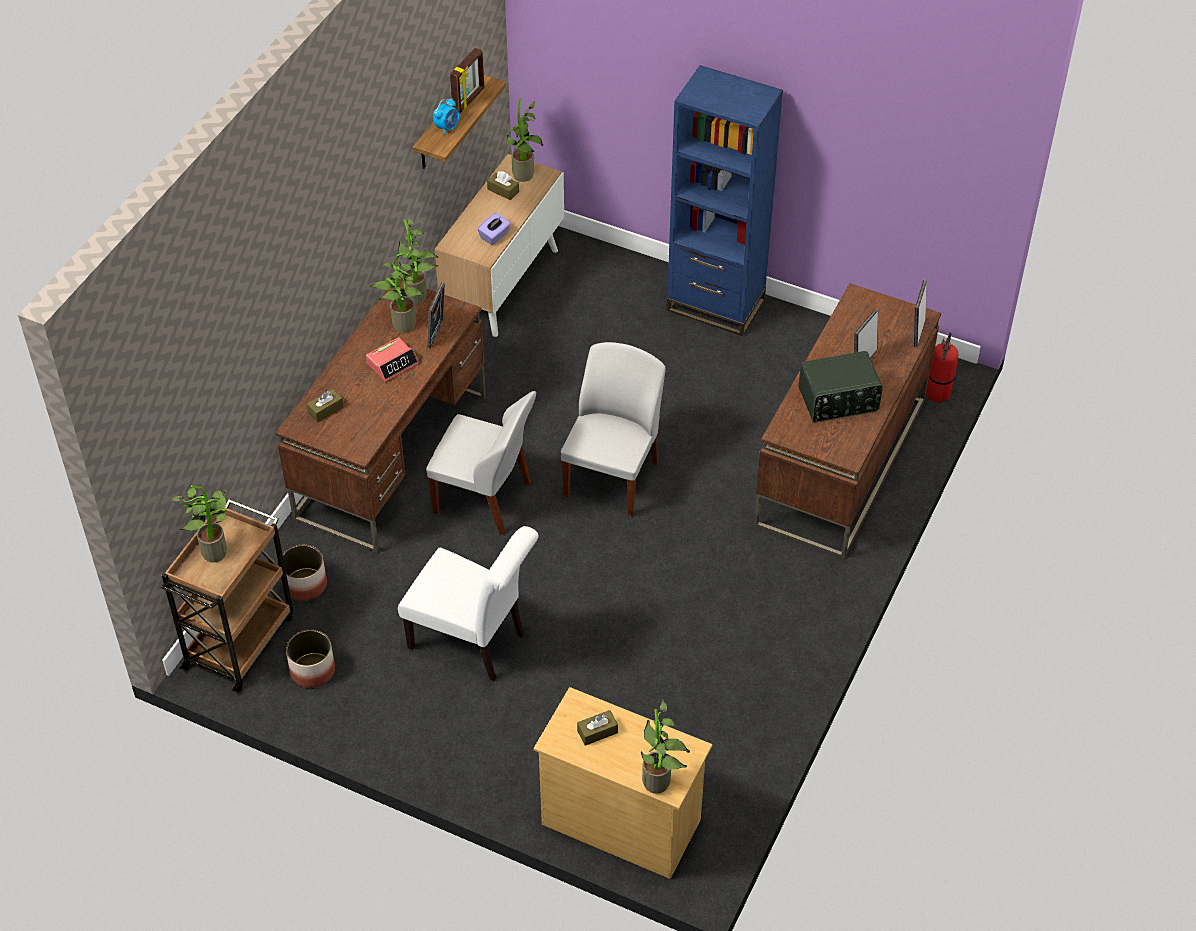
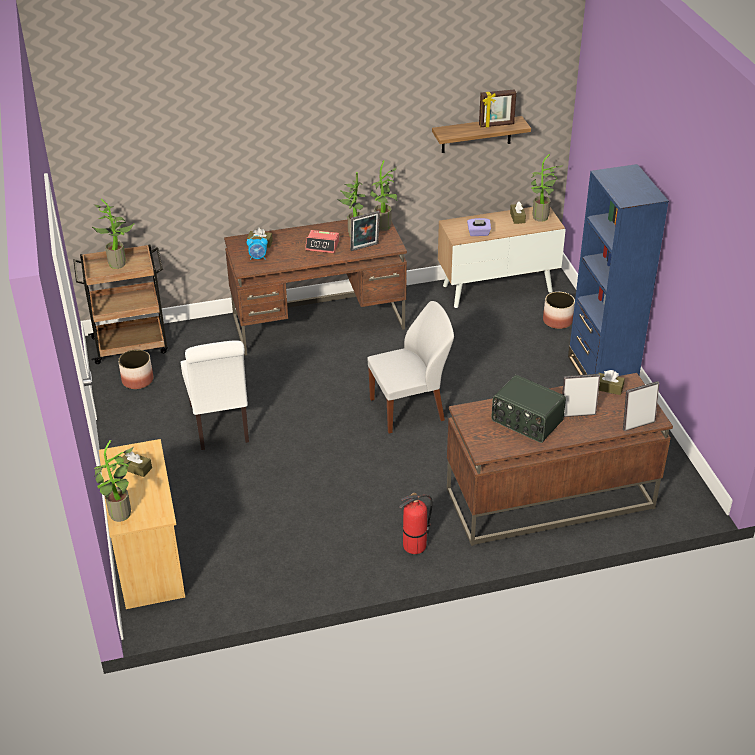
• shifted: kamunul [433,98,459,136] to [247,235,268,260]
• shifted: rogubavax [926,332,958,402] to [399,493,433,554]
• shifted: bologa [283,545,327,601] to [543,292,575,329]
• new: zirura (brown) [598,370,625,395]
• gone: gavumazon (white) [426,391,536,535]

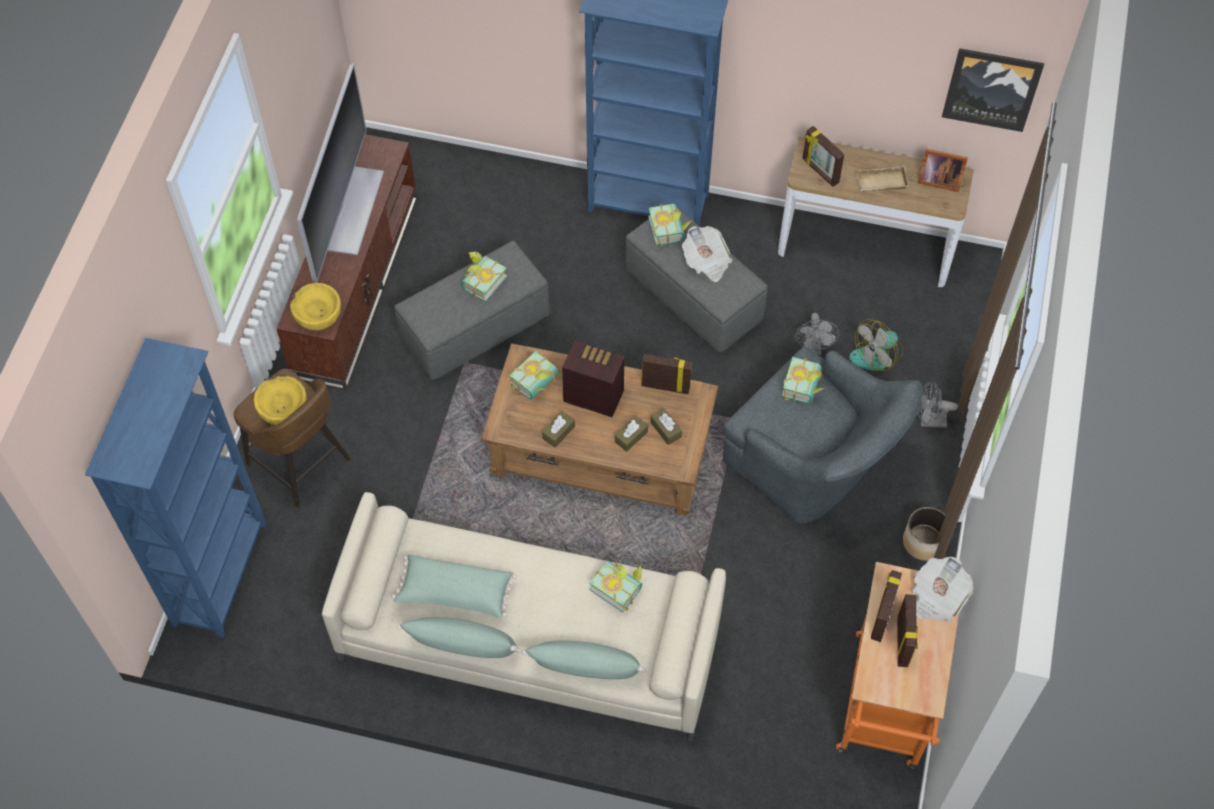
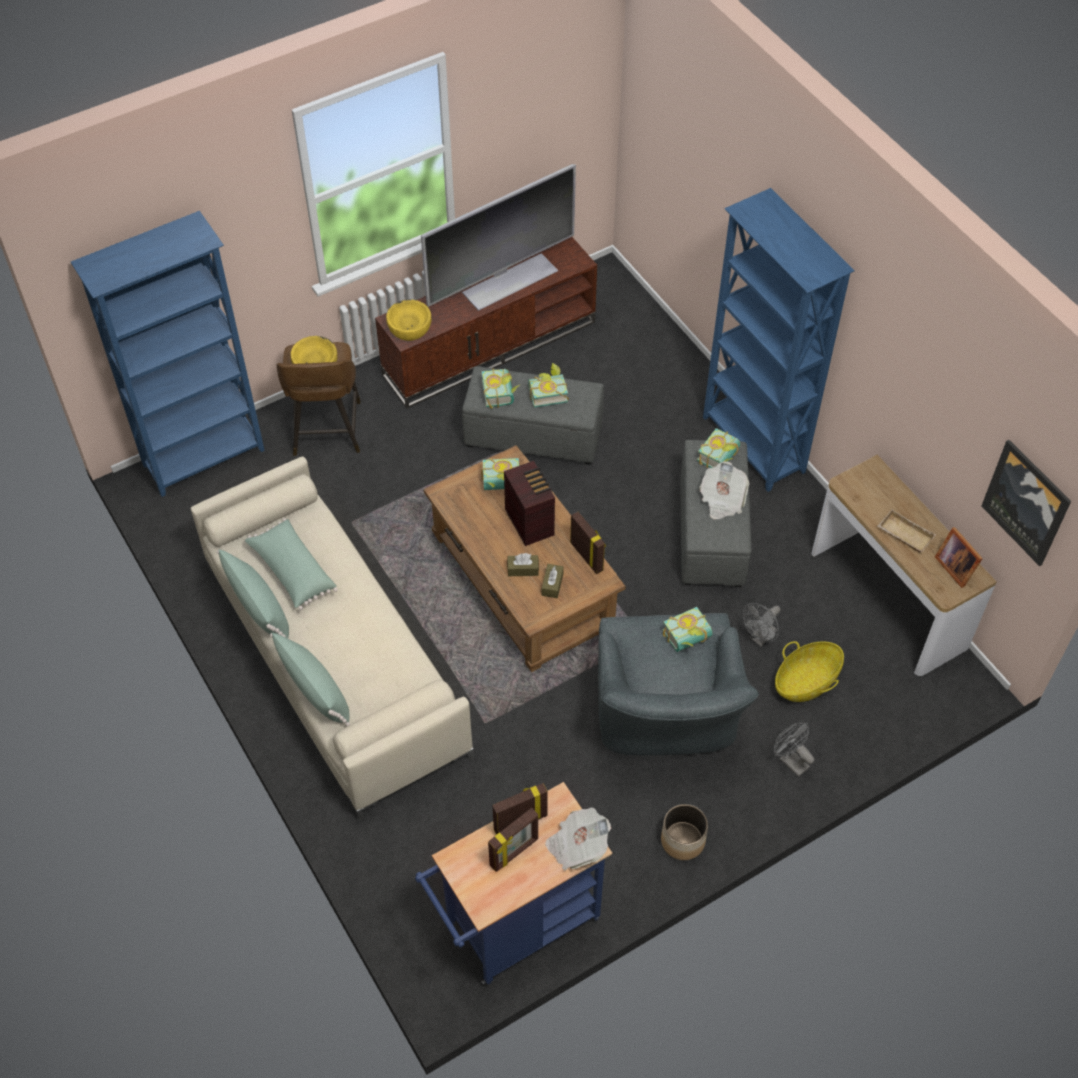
• repainted: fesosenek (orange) [836,562,959,768] to fesosenek (blue) [415,782,612,985]
• shifted: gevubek [589,561,642,613] to [482,368,519,409]
• swapped: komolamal [849,319,904,371] to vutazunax [775,641,844,702]
• gone: zirura (brown) [542,411,575,448]
• gone: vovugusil [803,126,844,187]

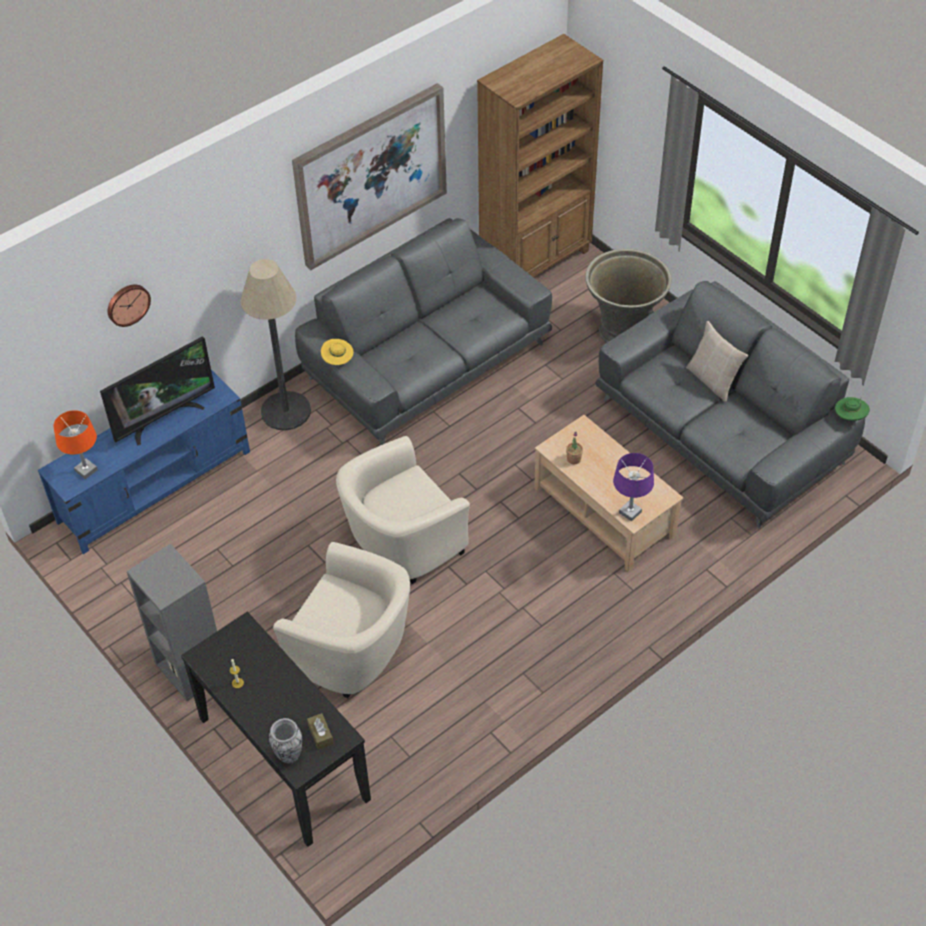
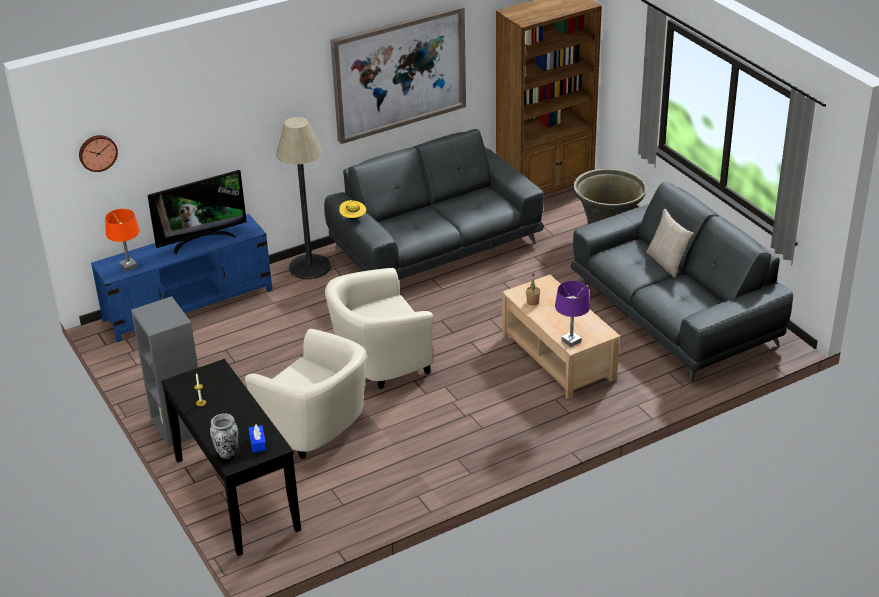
• shifted: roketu [108,284,151,327] to [79,135,118,172]
• repainted: zirura (brown) [307,713,333,750] to zirura (blue) [249,424,267,453]
• gone: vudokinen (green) [835,397,870,421]

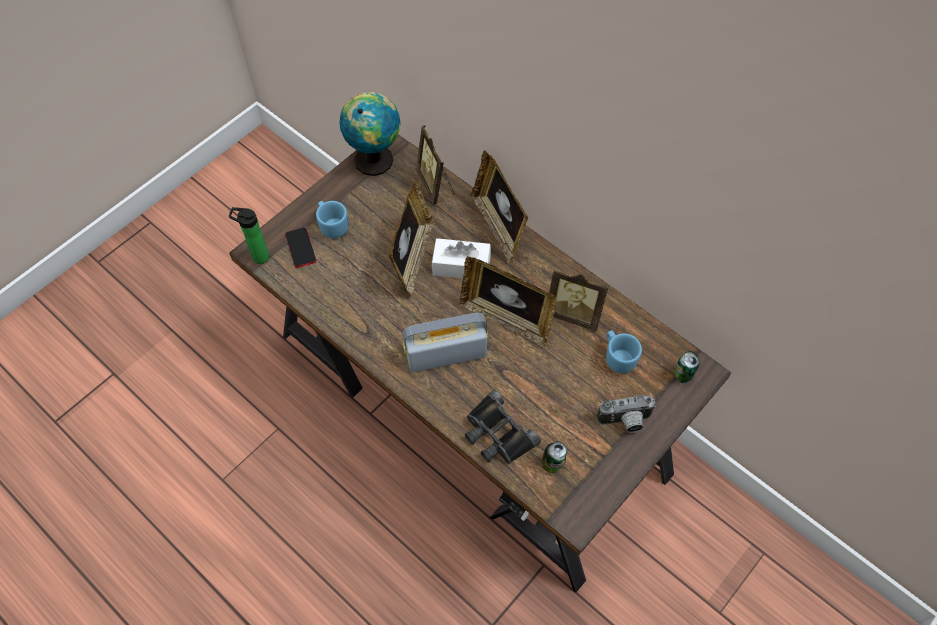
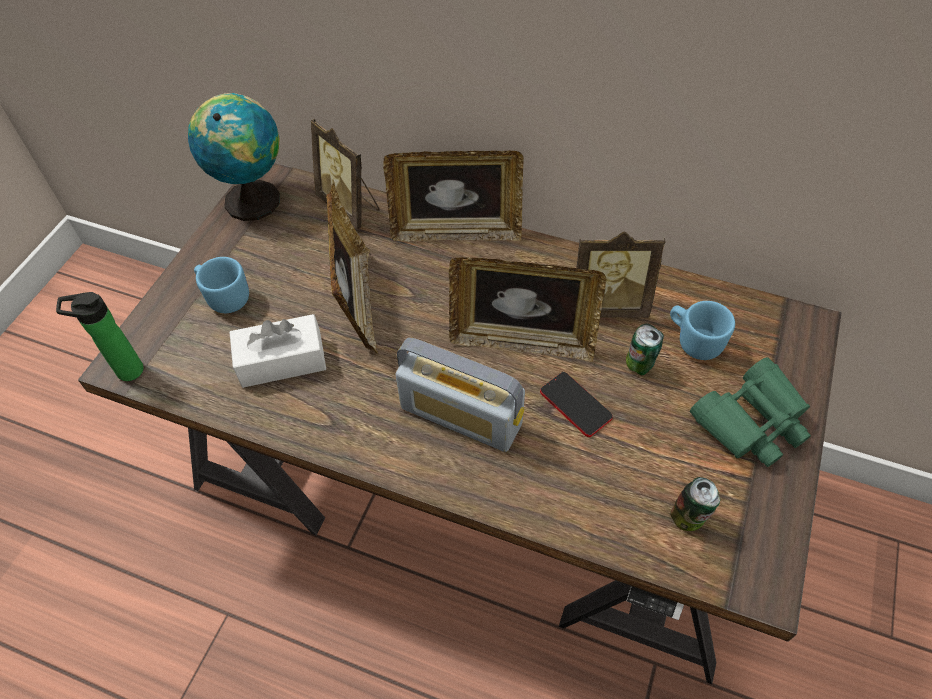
• shifted: zirura (white) [432,238,491,278] to [229,314,326,388]
• rotated: vovugusil [471,150,528,265] = [383,151,524,242] 45 degrees counterclockwise
• rotated: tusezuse [403,313,488,372] = [396,338,525,452] 120 degrees counterclockwise
• shifted: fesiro [285,227,316,268] to [540,372,613,437]
• shifted: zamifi [674,351,701,383] to [626,324,664,375]
• swapped: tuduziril [597,395,656,433] to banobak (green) [690,357,811,467]
• gone: banobak (black) [465,390,541,464]

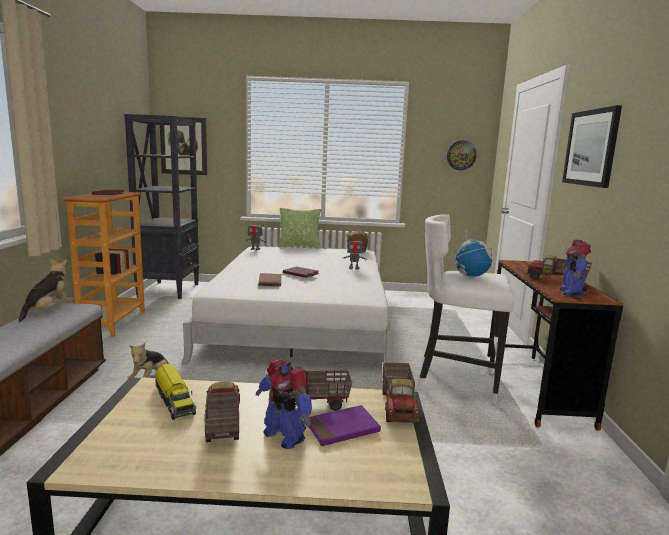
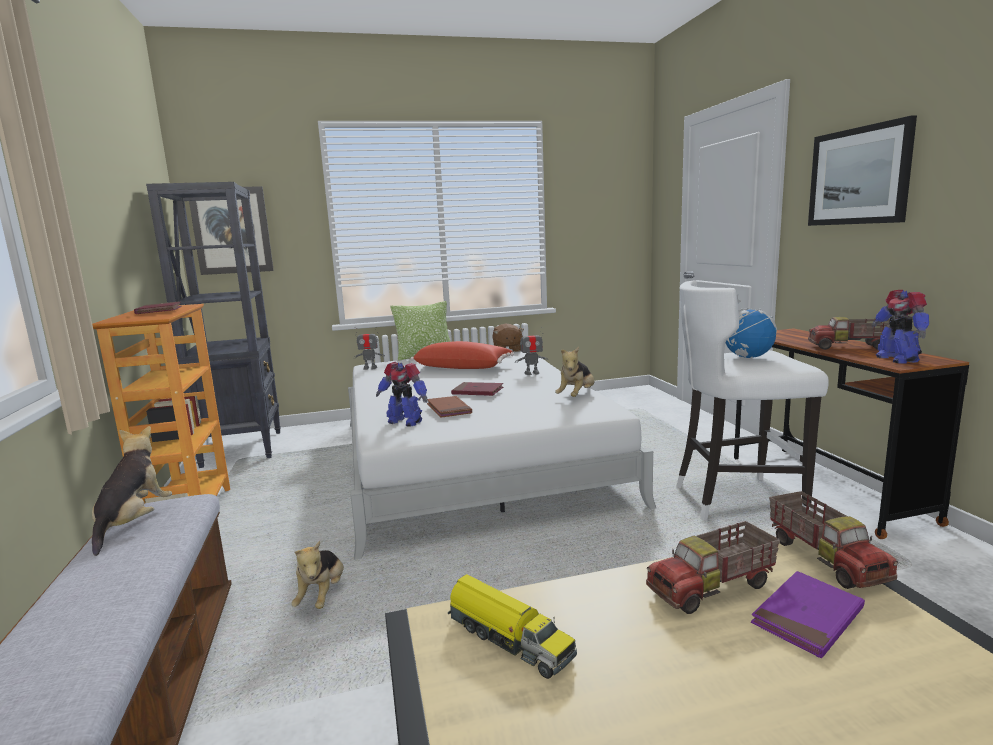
• shifted: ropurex [256,359,312,449] to [376,362,428,427]
• new: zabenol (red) [411,341,514,369]
• new: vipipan [555,347,595,397]
• gone: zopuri [204,381,240,442]
• gone: roketu [447,140,476,170]

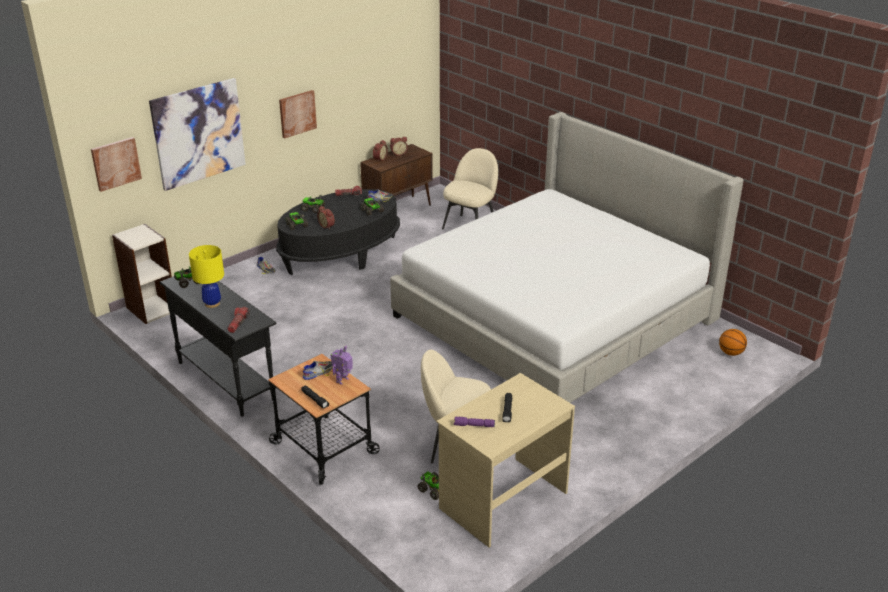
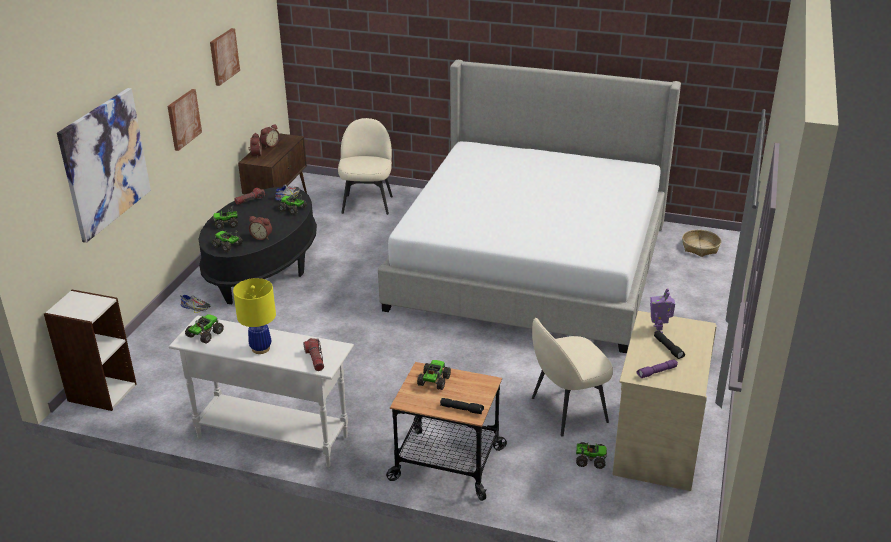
• repainted: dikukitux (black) [159,276,277,417] to dikukitux (white) [169,316,354,467]
• shifted: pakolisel [91,137,142,192] to [210,28,240,86]
• swapped: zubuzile [303,360,333,380] to zopuri [417,360,451,390]
• shifted: ropurex [330,345,353,385] to [650,288,675,333]
• swapped: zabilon [719,329,747,356] to vutazunax [682,230,721,257]

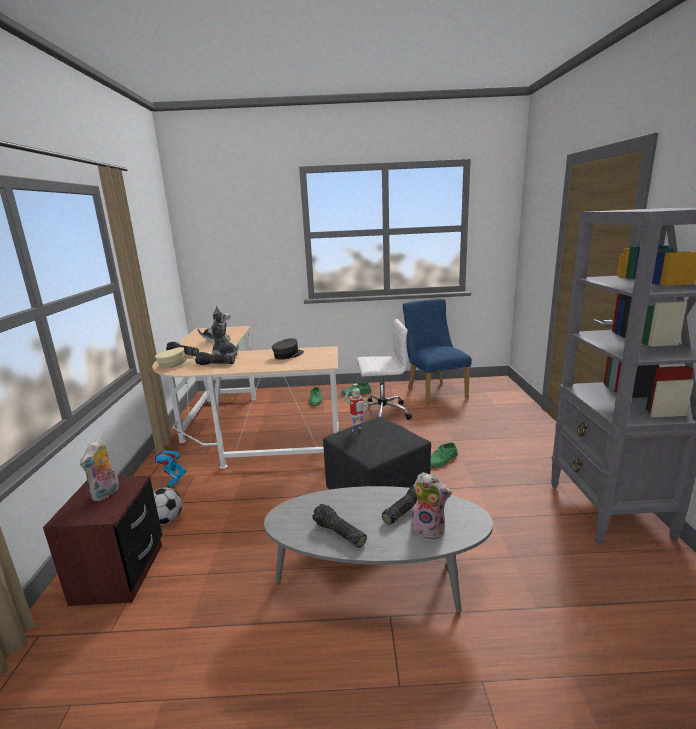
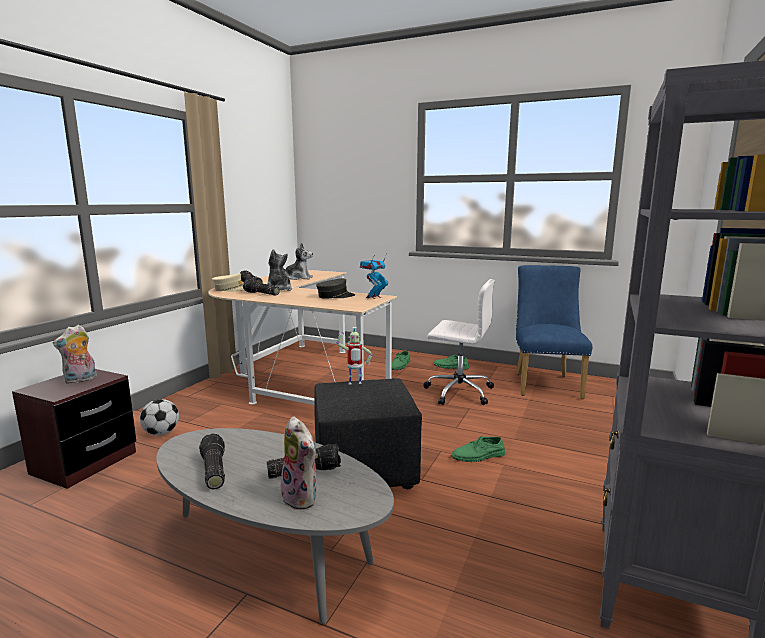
• shifted: ropurex [154,445,186,488] to [360,254,388,299]

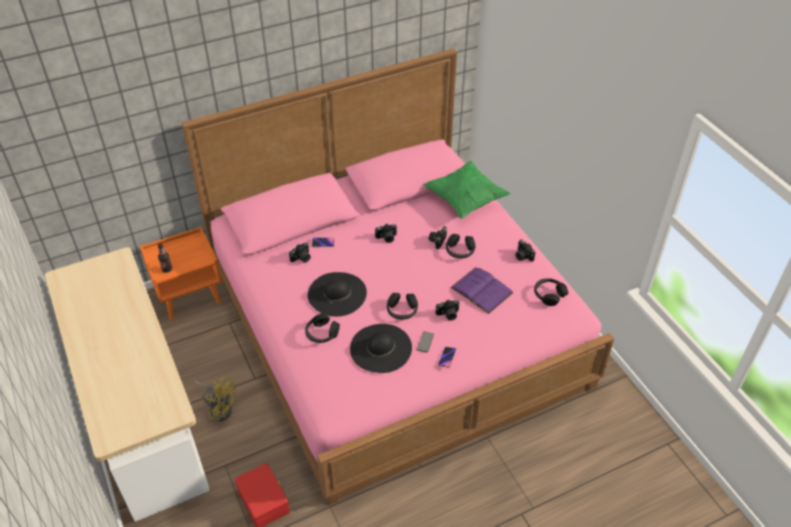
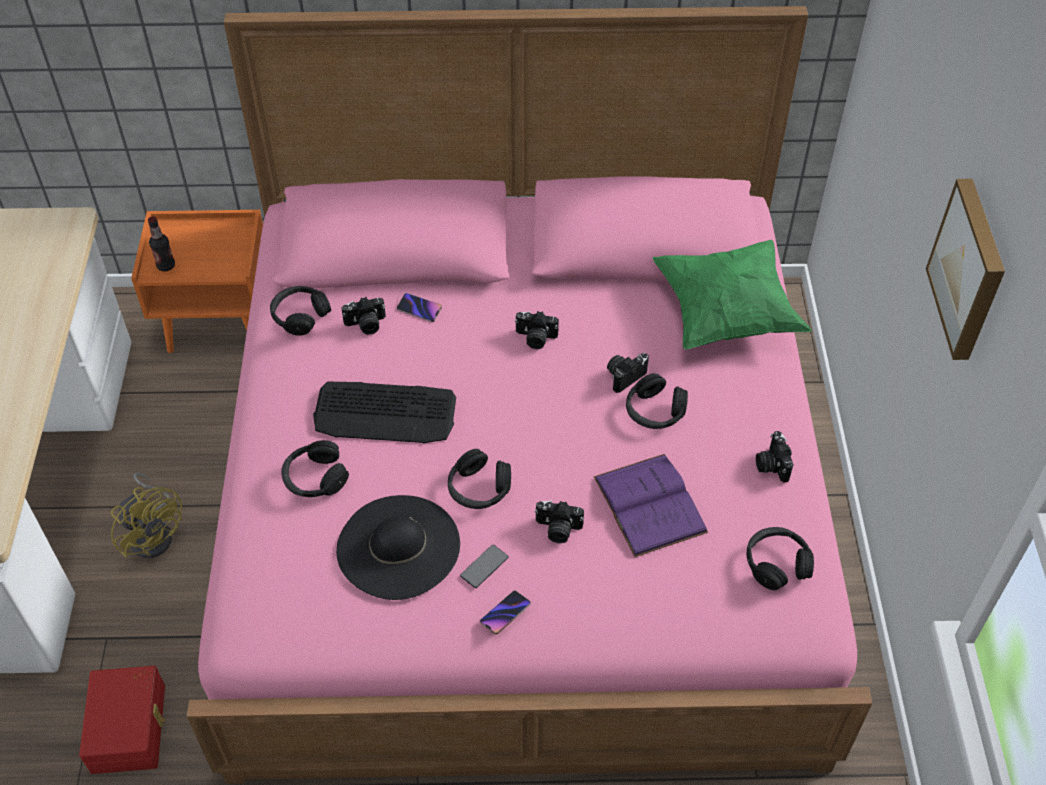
• new: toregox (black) [270,286,331,336]
• swapped: vudokinen (black) [308,272,367,316] to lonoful [313,382,456,444]
• new: pakolisel [926,179,1005,360]

